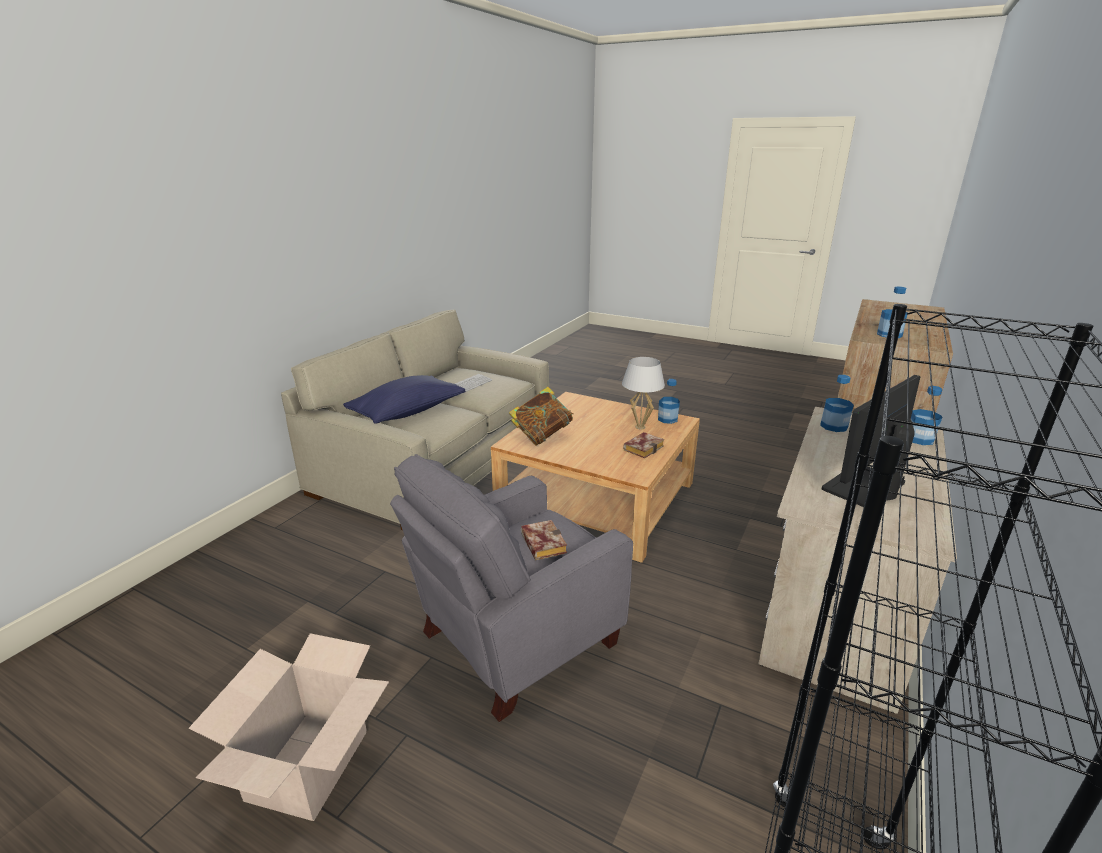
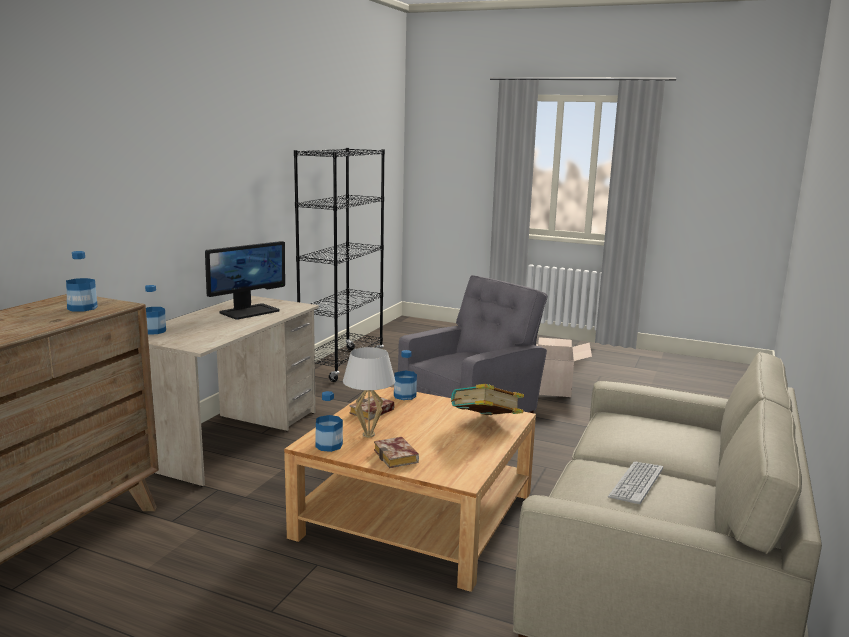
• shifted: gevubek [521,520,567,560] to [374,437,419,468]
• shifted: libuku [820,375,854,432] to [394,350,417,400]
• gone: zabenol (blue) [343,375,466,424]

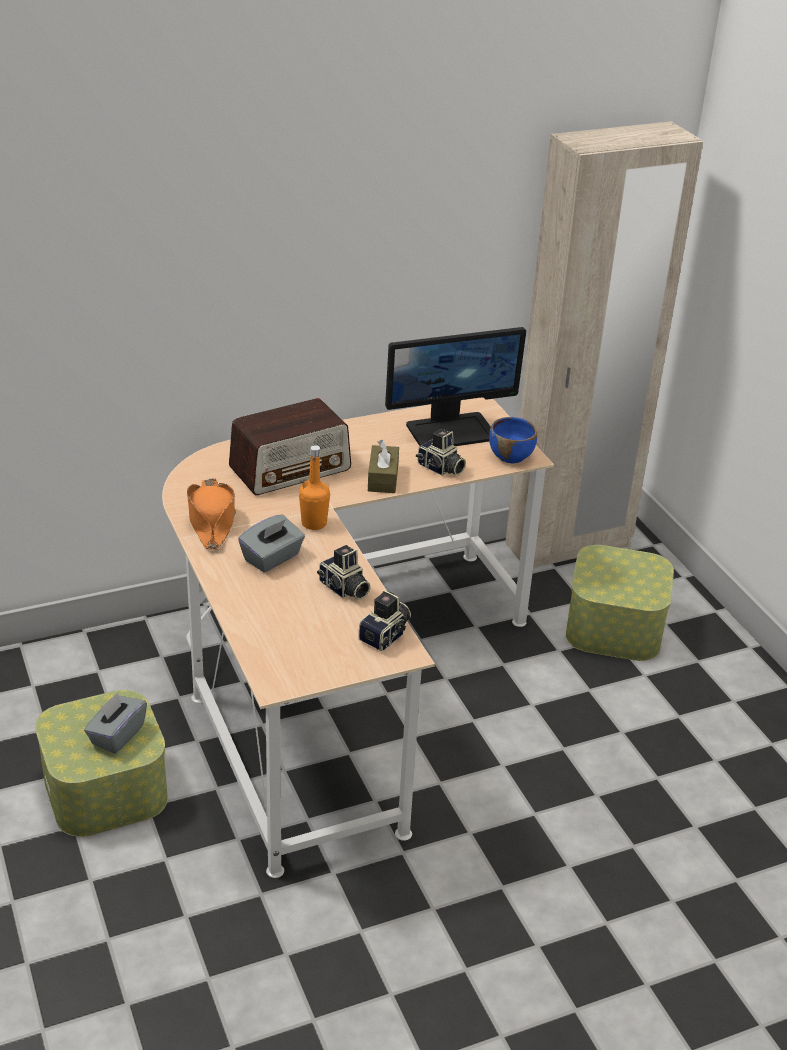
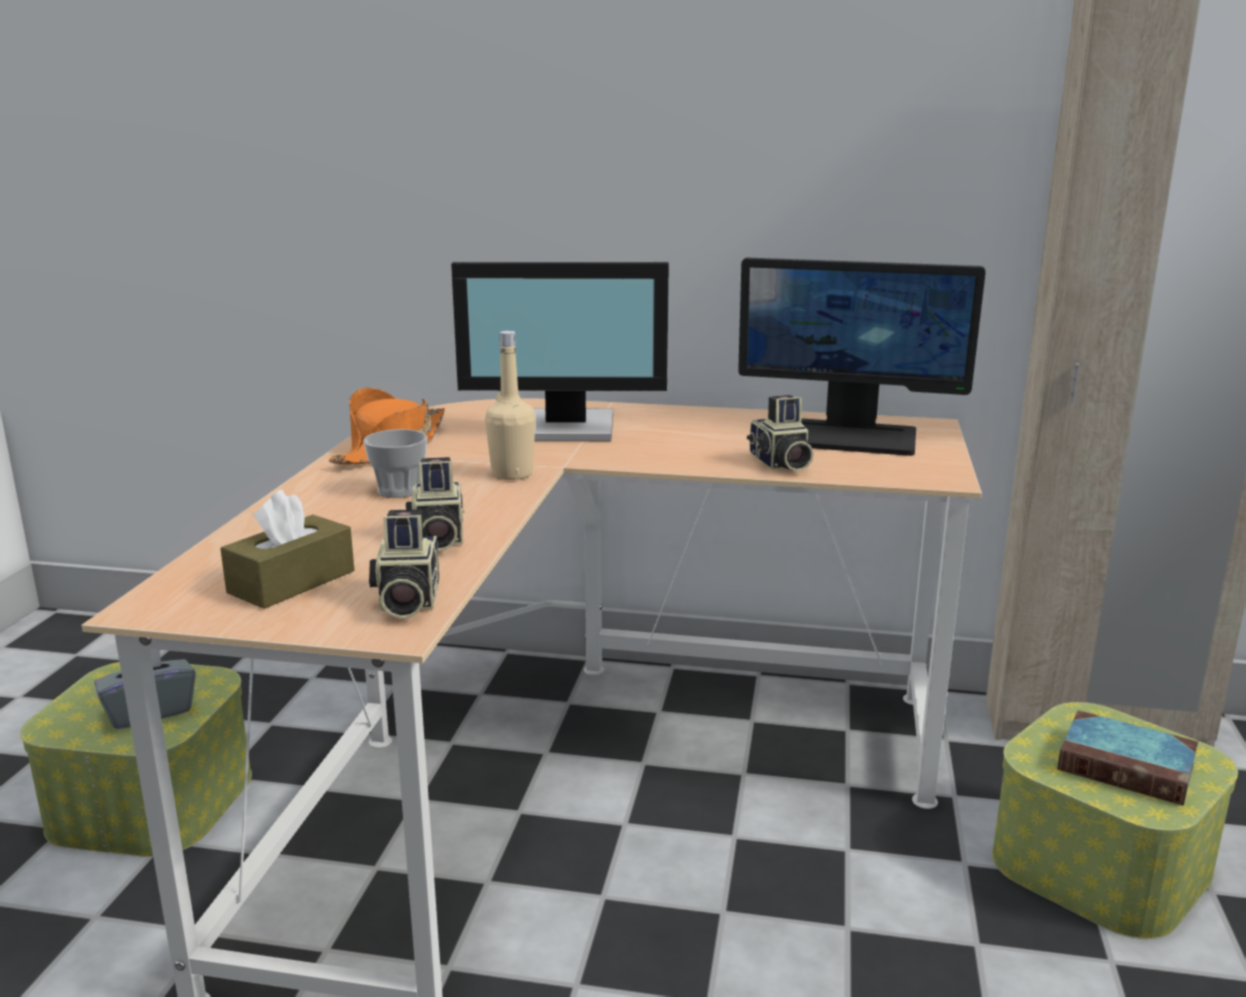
• shifted: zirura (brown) [368,440,399,493] to [220,490,354,609]
• swapped: zirura (grey) [238,514,305,572] to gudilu [363,429,428,498]
• rotated: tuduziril [359,590,411,651] = [369,509,439,619] 105 degrees clockwise
• swapped: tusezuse [229,398,351,495] to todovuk [451,262,669,441]
• repainted: libuku (orange) [299,445,330,530] to libuku (beige) [485,331,536,480]
• new: gevubek [1057,710,1198,805]
• gone: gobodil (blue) [489,417,537,463]

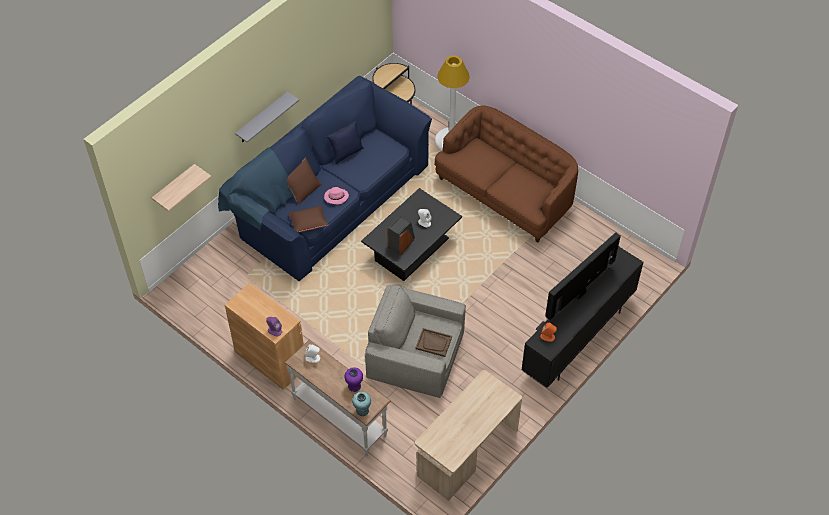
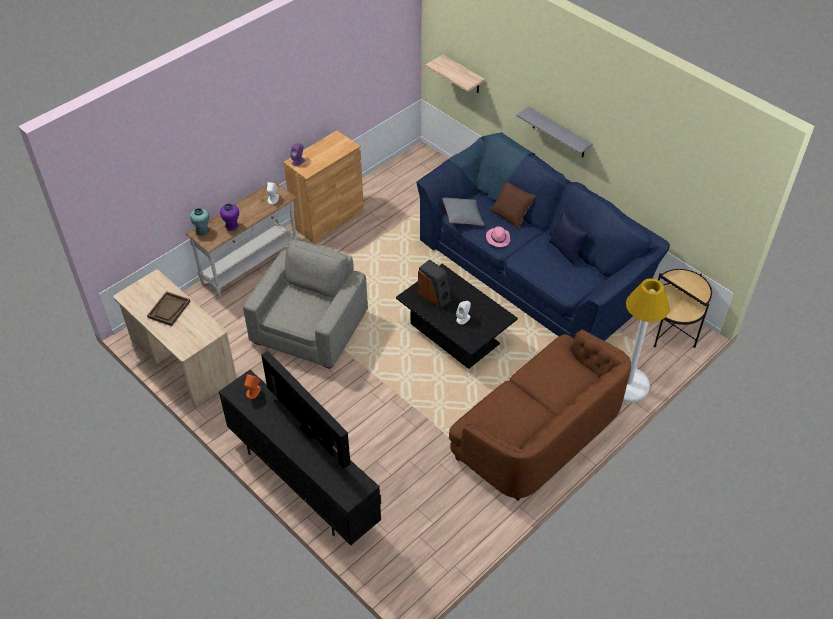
• shifted: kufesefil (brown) [415,328,452,357] to [147,291,191,326]
• repainted: zabenol (brown) [288,206,329,232] to zabenol (grey) [443,197,485,226]

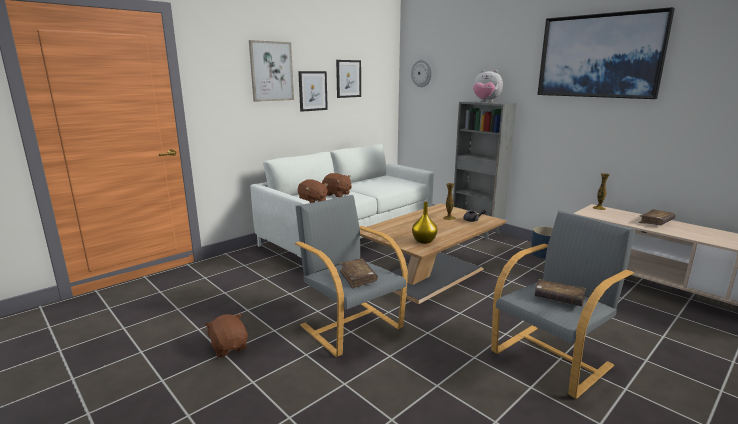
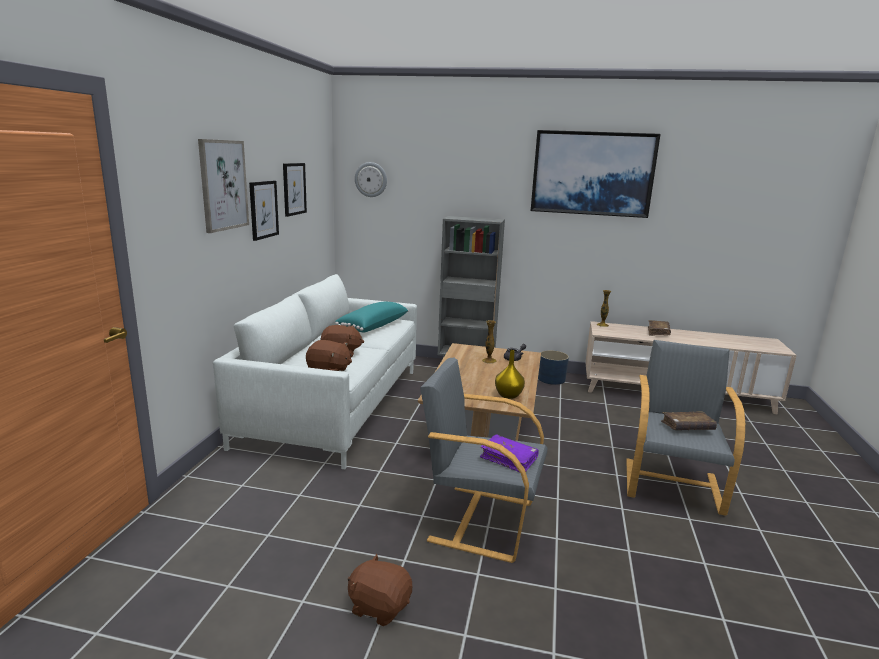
• new: zabenol (turquoise) [335,302,409,332]
• repainted: gevubek (brown) [339,258,378,289] to gevubek (purple) [480,434,539,473]
• gone: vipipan [473,70,503,102]

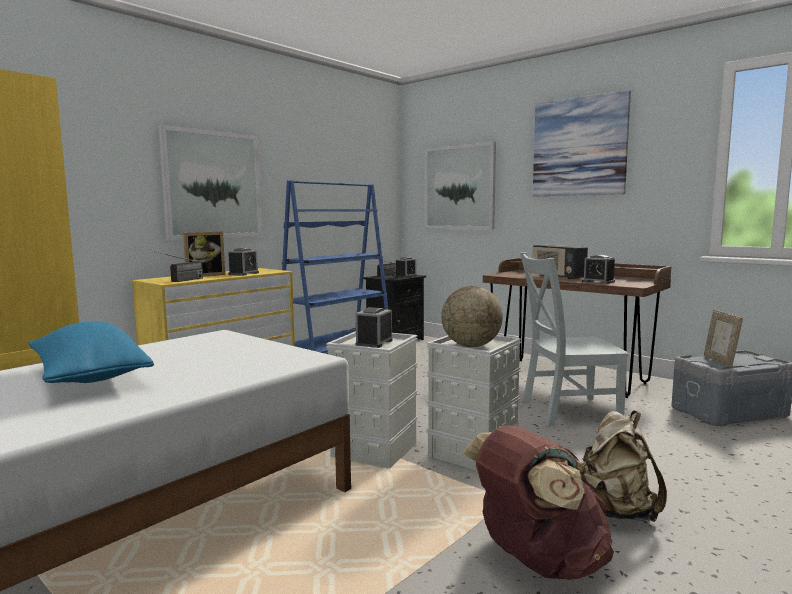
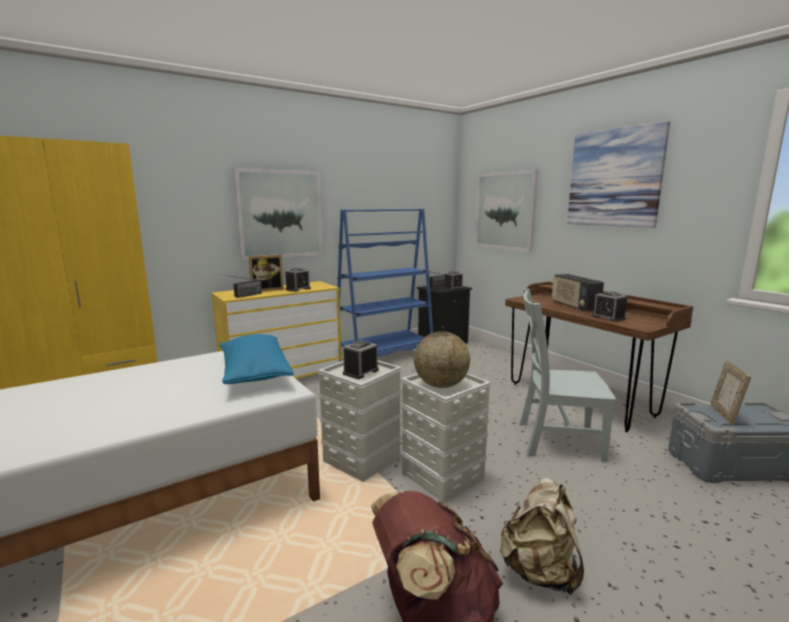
• shifted: zabenol (blue) [28,321,154,383] to [220,334,294,384]

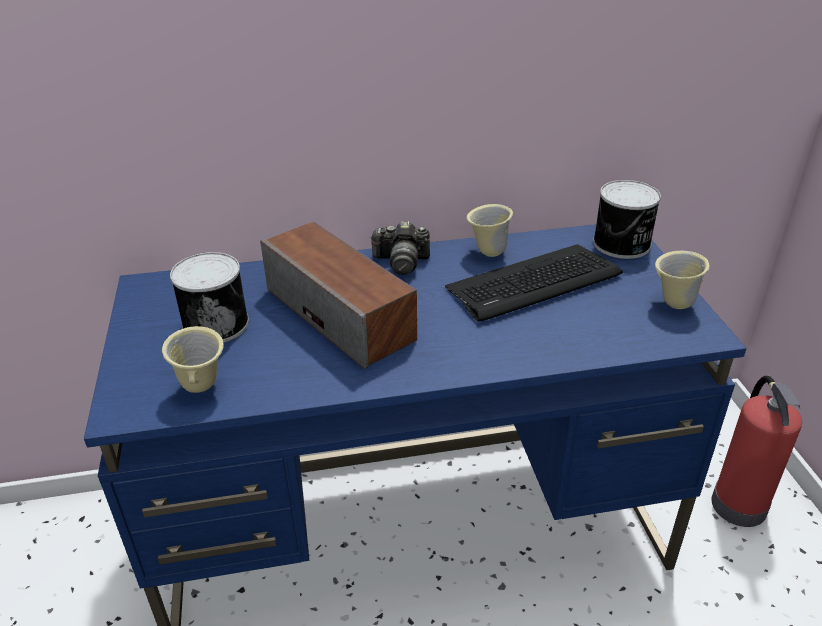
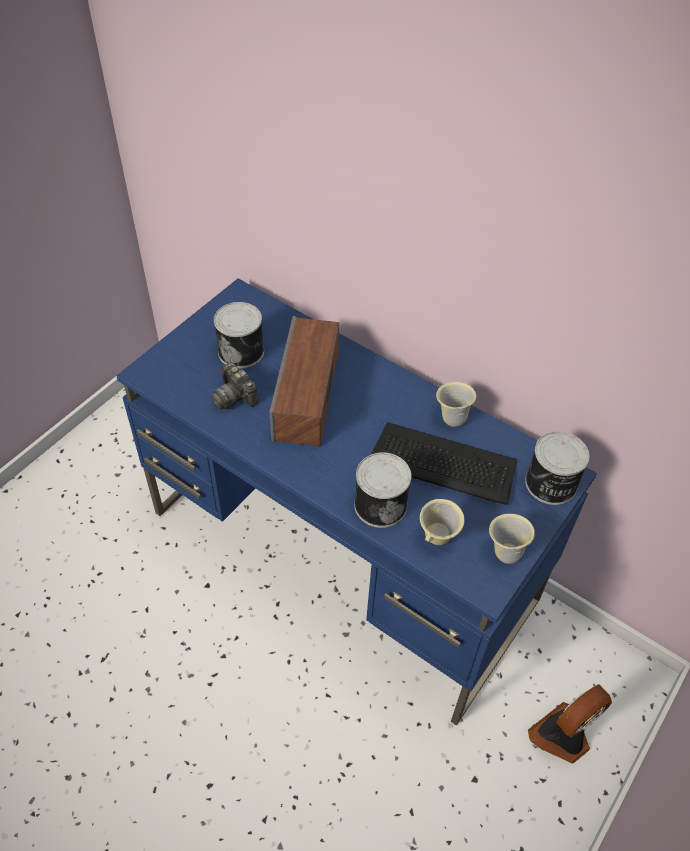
• shifted: tuduziril [370,221,430,275] to [211,362,259,410]
• new: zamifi [354,452,411,528]
• shifted: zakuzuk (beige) [162,326,224,393] to [420,499,465,545]
• swapped: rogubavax [711,376,802,527] to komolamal [528,684,612,763]

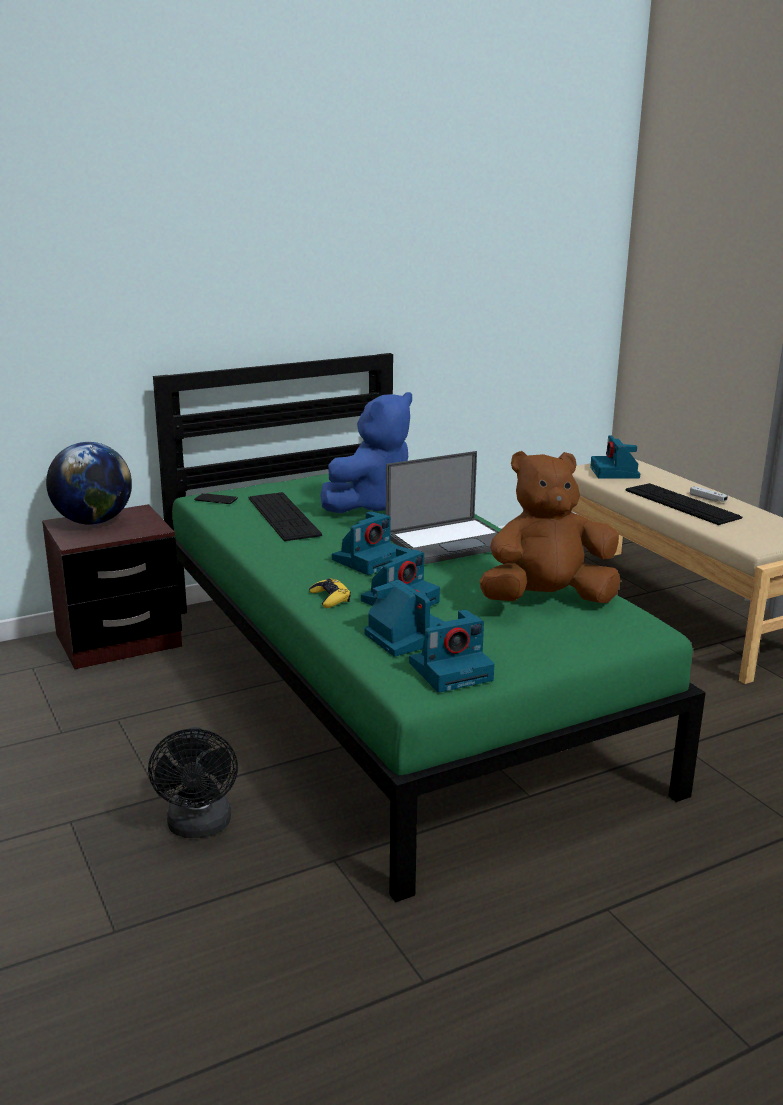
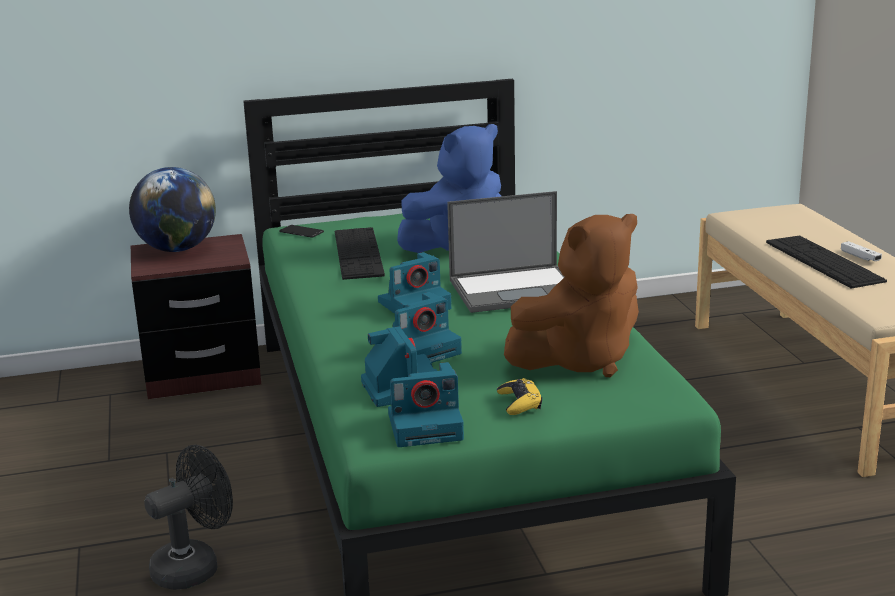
• rotated: komolamal (black) [148,727,238,838] = [144,445,233,590] 135 degrees counterclockwise
• shifted: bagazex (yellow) [309,578,351,608] to [497,378,542,415]
• rotated: vipipan (brown) [479,451,621,603] = [504,214,639,377] 150 degrees clockwise
• gone: tuduziril [590,436,640,479]

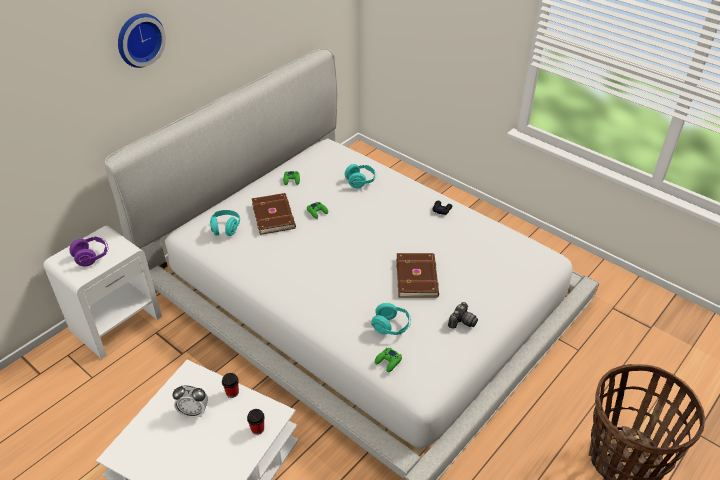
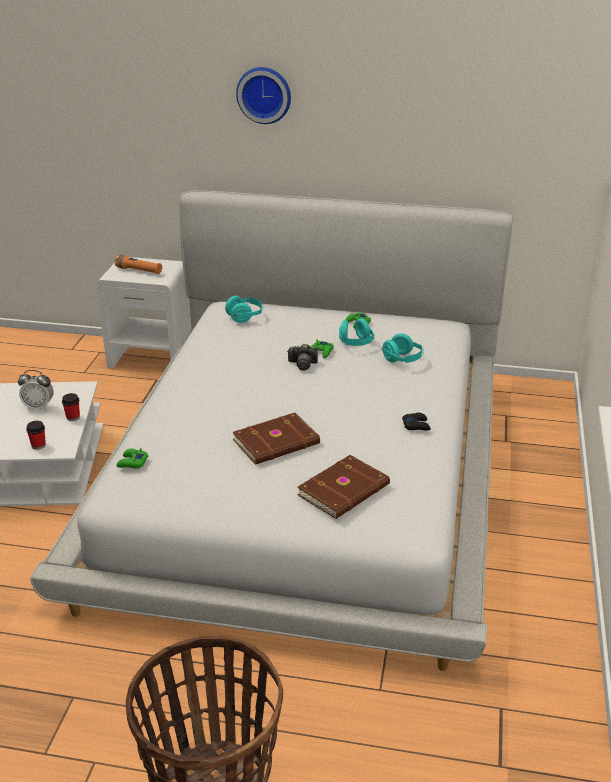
• rotated: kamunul [173,386,208,418] = [18,370,54,410] 60 degrees counterclockwise
• swapped: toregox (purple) [69,237,108,267] to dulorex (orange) [115,255,162,274]
• shifted: tuduziril [448,302,478,329] to [287,344,318,370]
• shifted: gevubek (brown) [252,193,296,235] to [297,455,390,519]
• shifted: toregox (turquoise) [371,303,411,335] to [339,318,374,346]

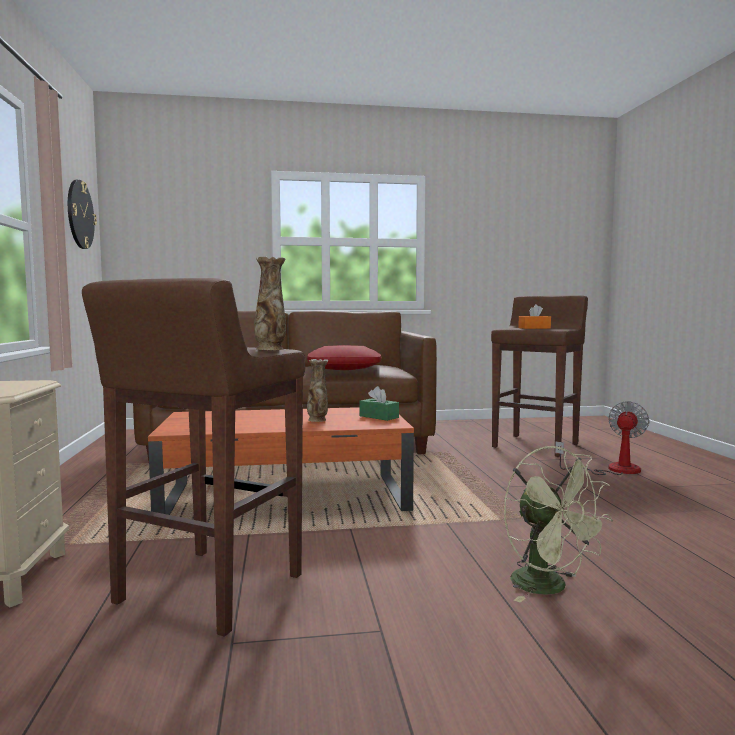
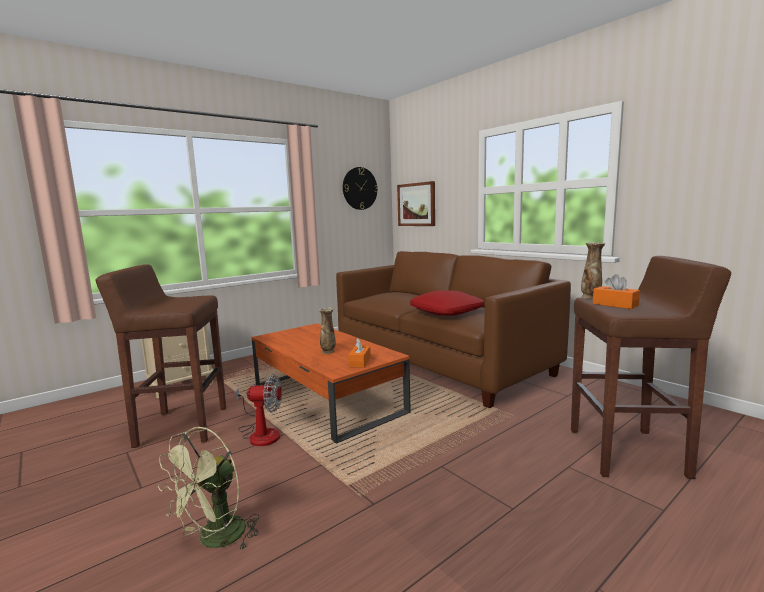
• shifted: komolamal [555,401,649,475] to [236,374,282,446]
• repainted: zirura (green) [360,386,399,421] to zirura (orange) [348,338,371,368]
• new: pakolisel [397,181,435,226]
• shifted: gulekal [254,256,286,350] to [581,242,606,299]

